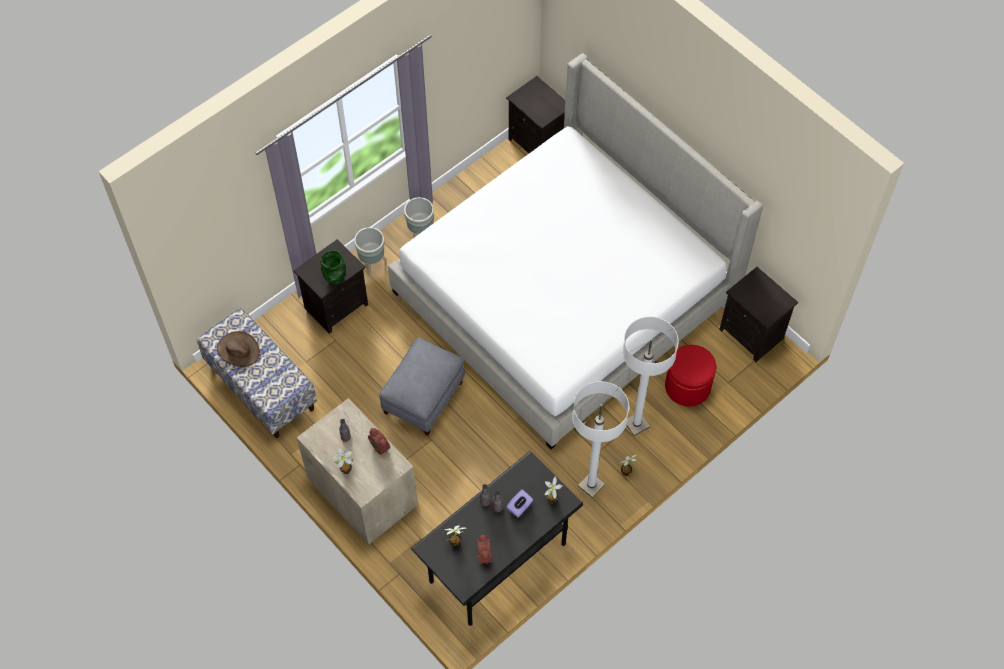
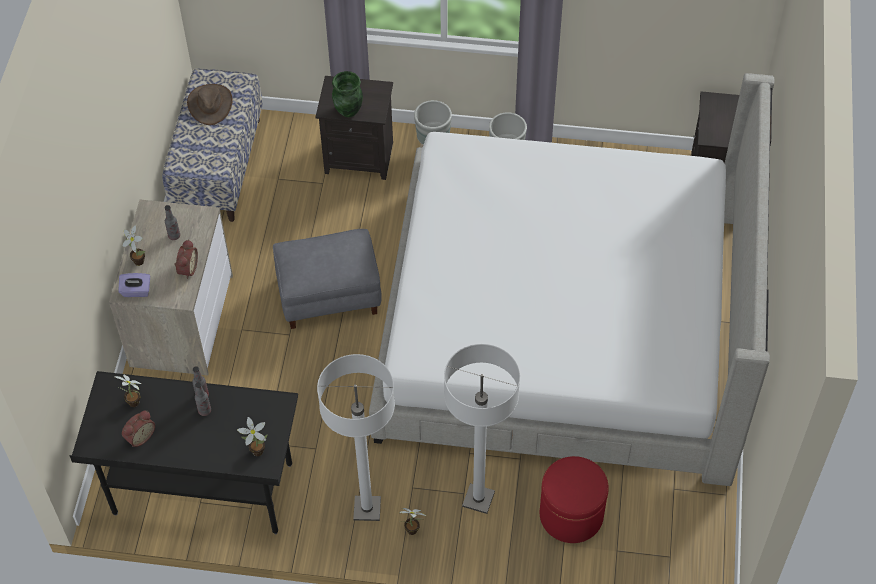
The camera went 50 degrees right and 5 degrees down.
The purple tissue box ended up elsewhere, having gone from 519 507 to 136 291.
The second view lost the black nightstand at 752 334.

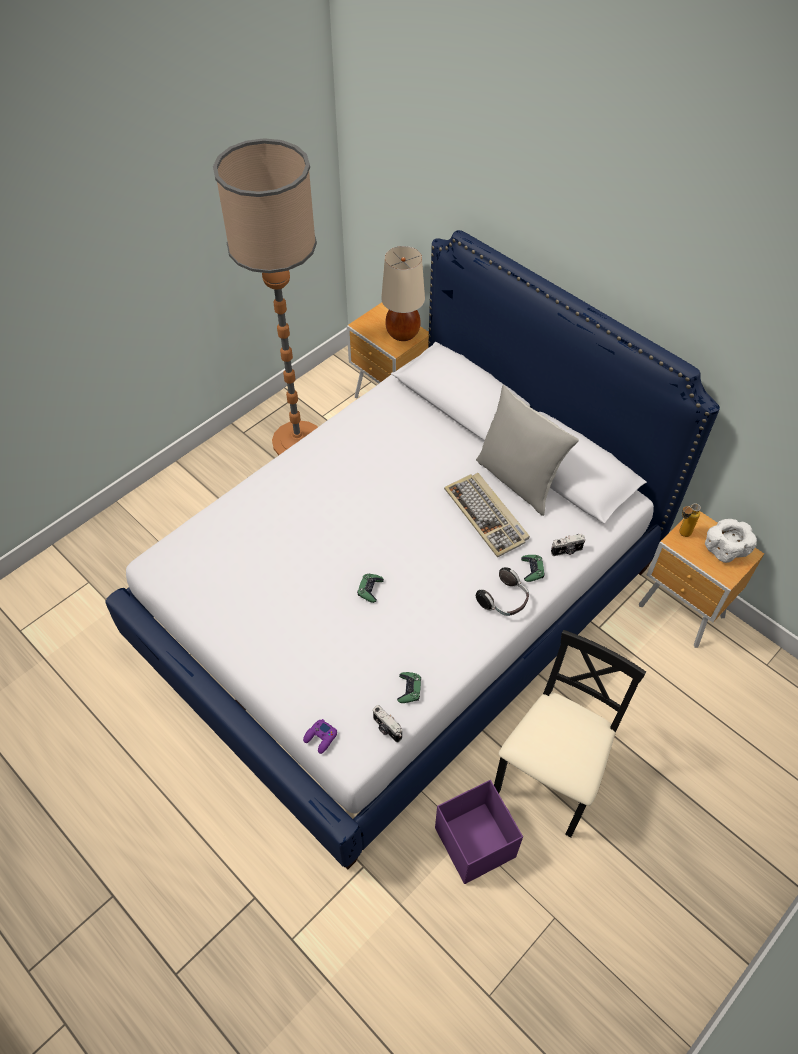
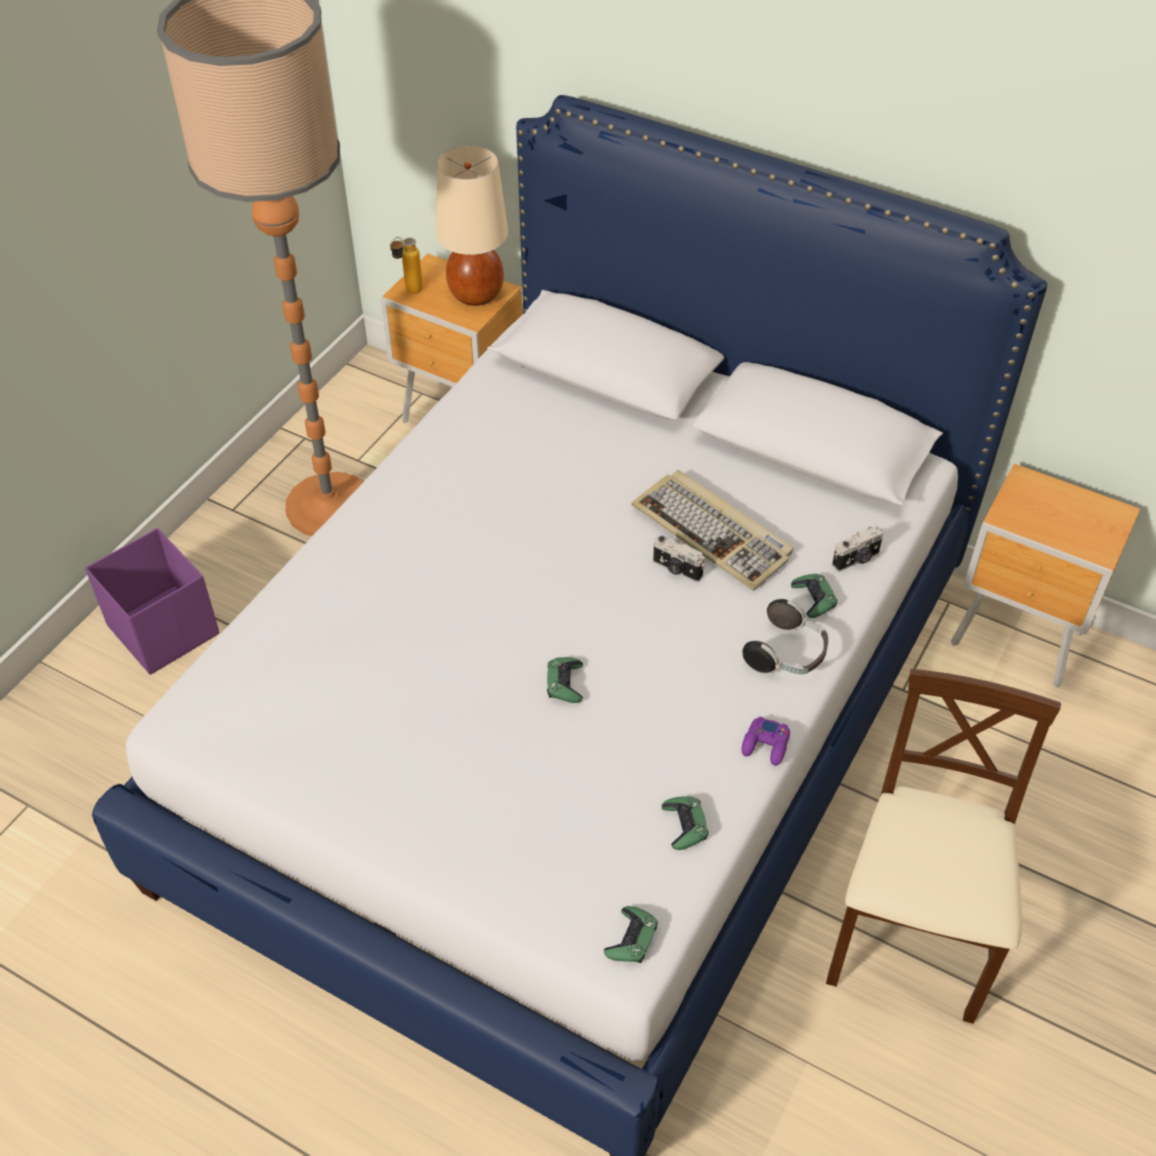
The camera went 15 degrees left and 5 degrees down.
The purple storage box ended up elsewhere, having gone from 475 841 to 163 629.
The bottle ended up elsewhere, having gone from 681 534 to 408 292.
The second view gained the green game controller at 631 939.
The photo camera ended up elsewhere, having gone from 386 729 to 676 570.
The purple game controller ended up elsewhere, having gone from 320 738 to 766 745.
What was the black chair at 550 779 turned into the beige chair at 910 940.
The second view lost the grey pillow at 518 480.
The second view lost the white bowl at 725 548.

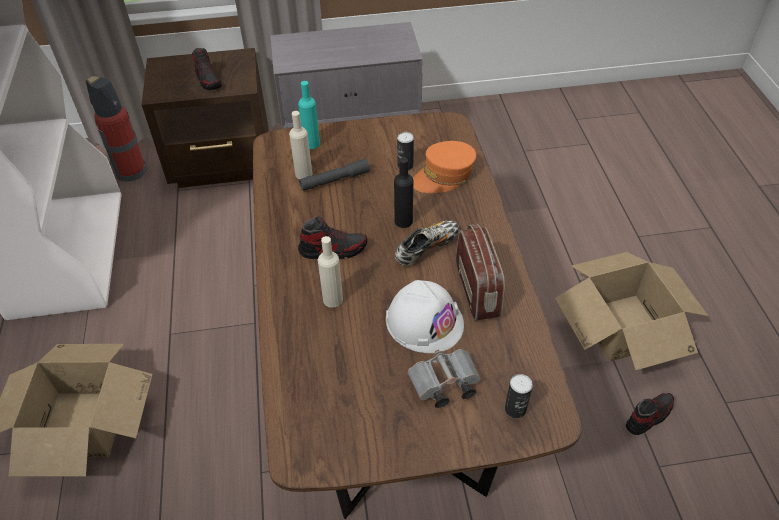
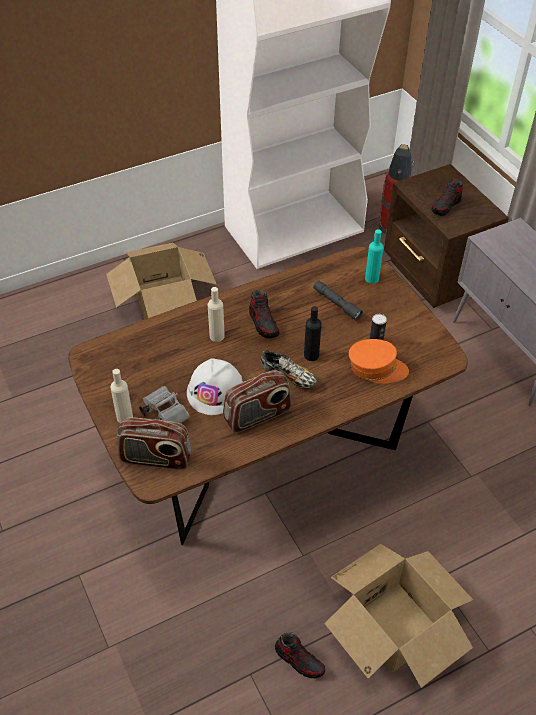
The camera went 70 degrees right and 0 degrees up.
The beige bottle ended up elsewhere, having gone from 303 174 to 124 417.
Where the can stood at 515 409, the radio came to stand at 156 458.
The orange cap at 444 176 ended up facing another way, 150 degrees clockwise from before.

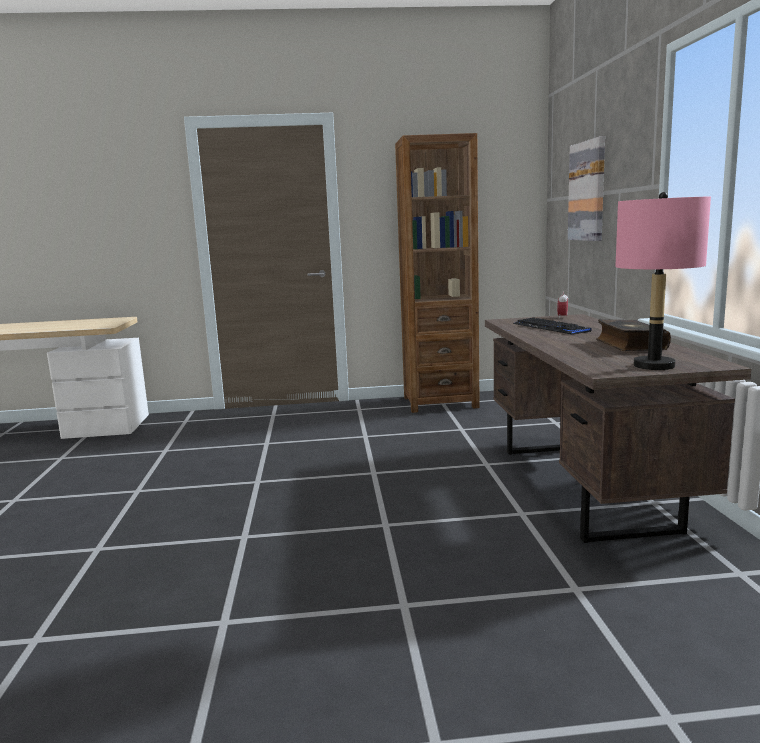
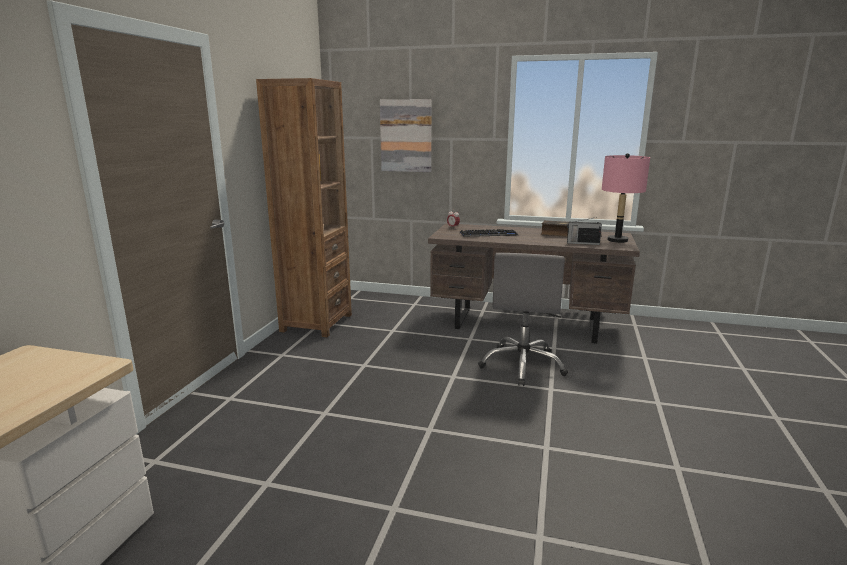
The camera went 70 degrees left and 5 degrees up.
The second view gained the grey office chair at 523 365.
The second view gained the radio at 582 243.

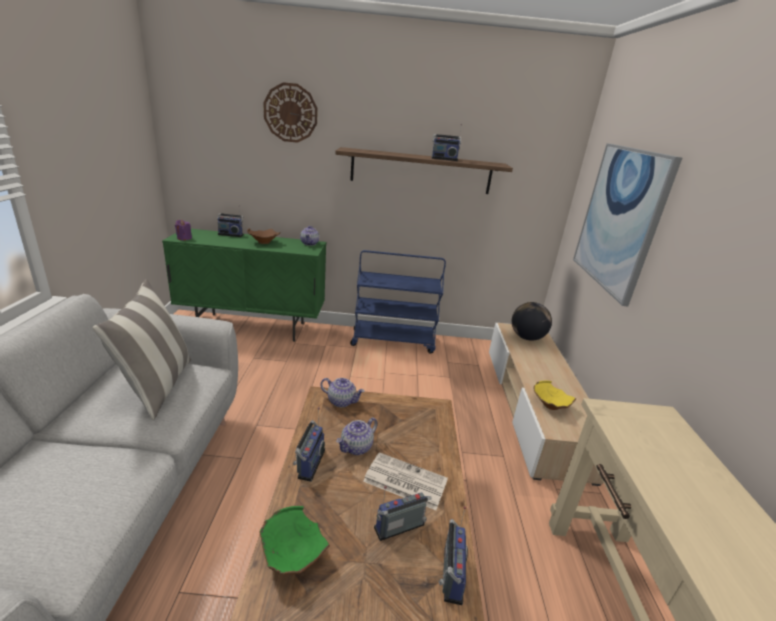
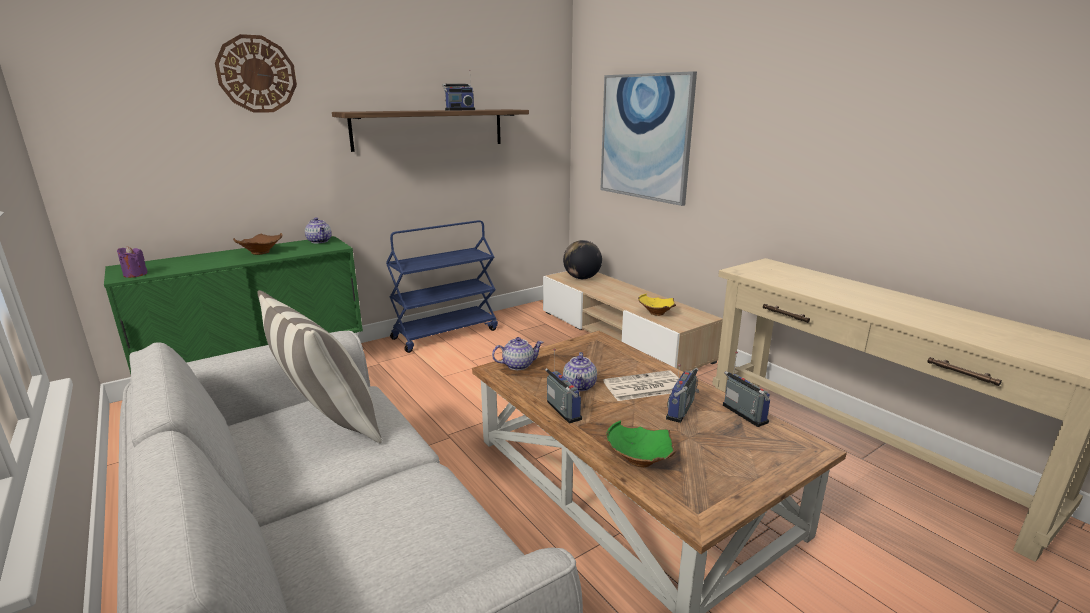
The camera went 35 degrees left and 5 degrees down.
The second view lost the radio at 231 234.

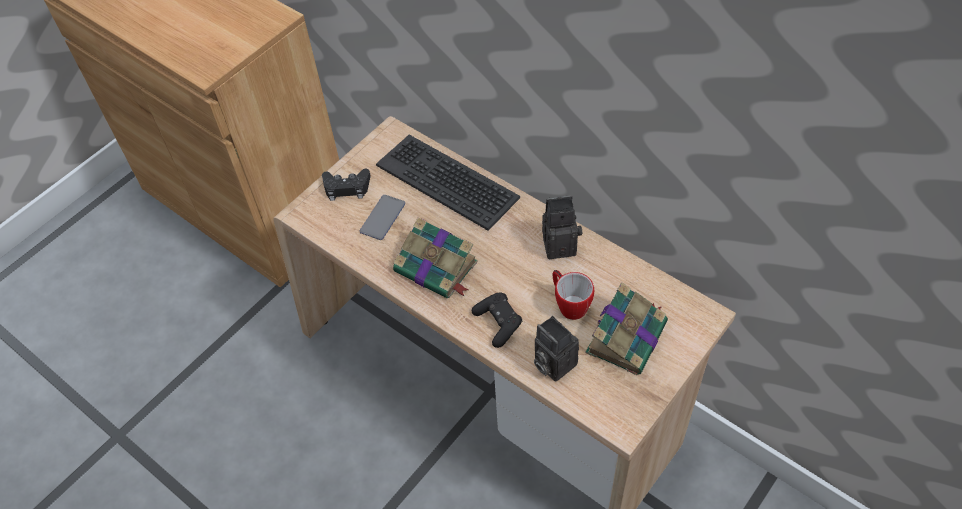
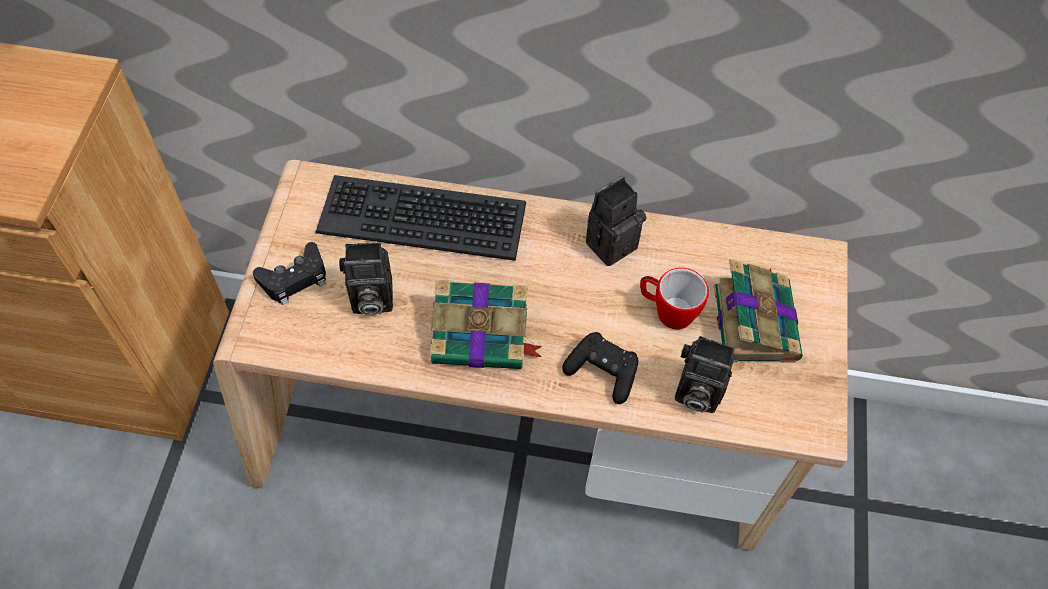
The camera went 35 degrees left and 5 degrees up.
Where the phone stood at 383 218, the photo camera came to stand at 369 299.

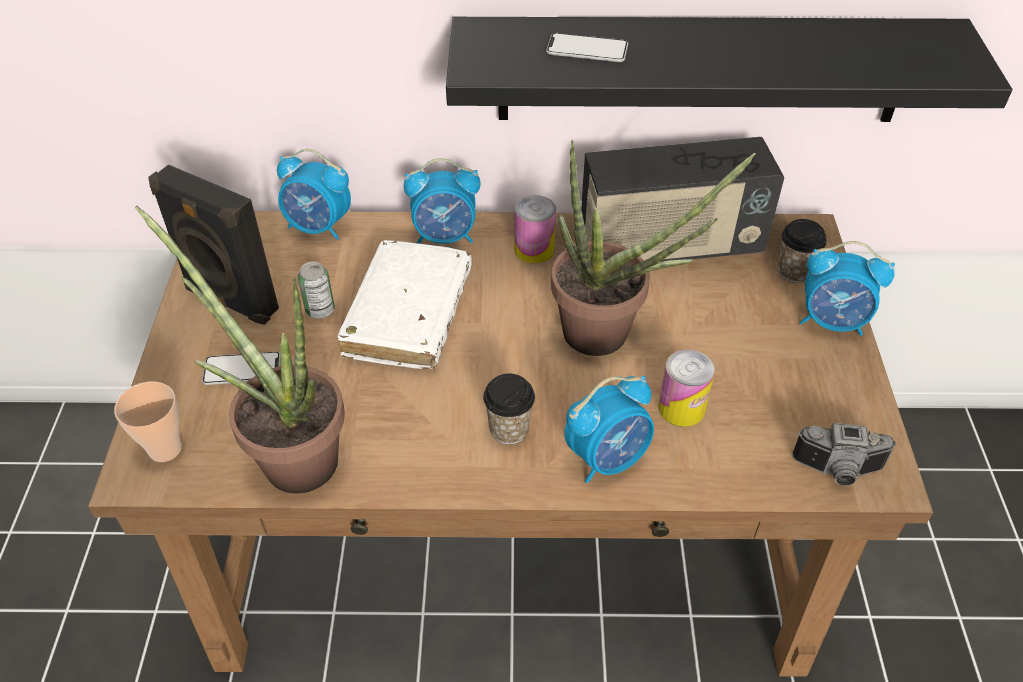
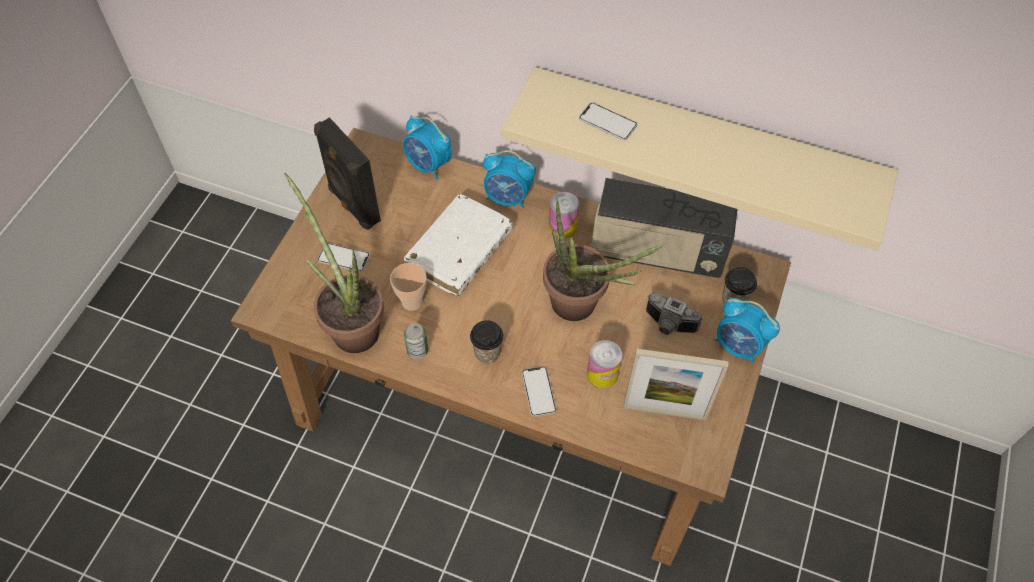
The camera went 20 degrees right and 10 degrees up.
The cup ended up elsewhere, having gone from 165 449 to 412 302.
The can ended up elsewhere, having gone from 320 310 to 417 351.
What was the black shelf at 701 70 turned into the beige shelf at 702 145.
Where the alarm clock stood at 607 458, the phone came to stand at 538 392.
The second view gained the picture frame at 664 412.
The photo camera ended up elsewhere, having gone from 838 472 to 668 326.

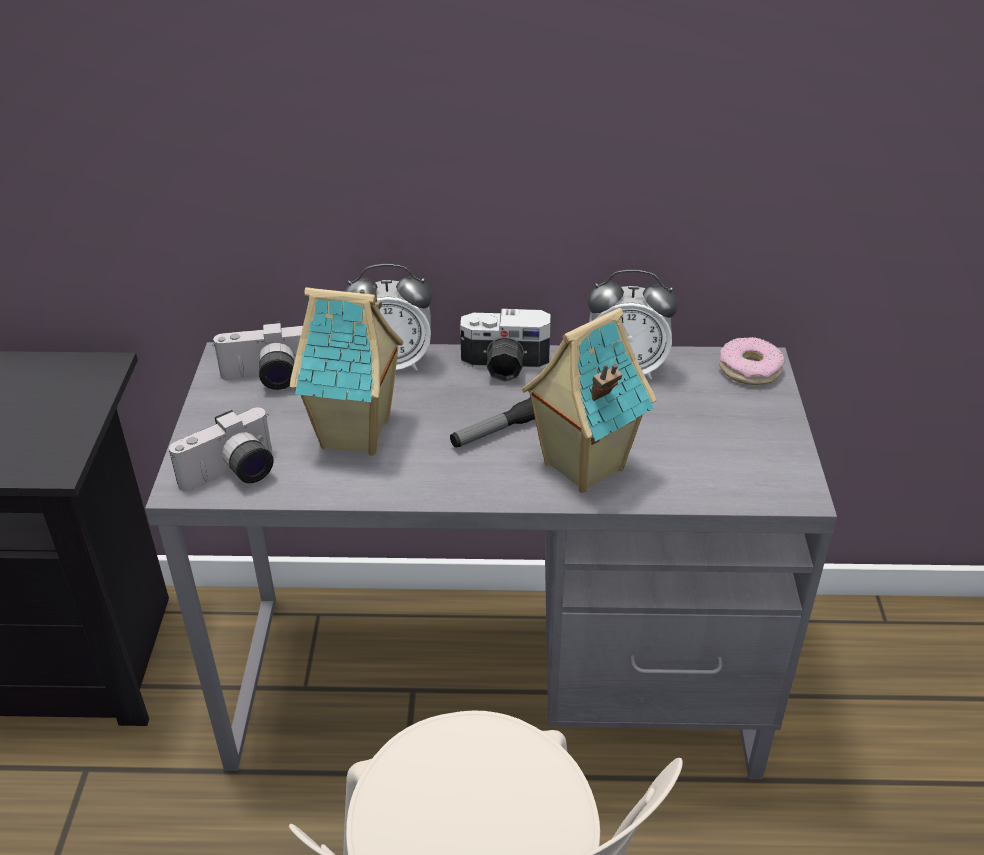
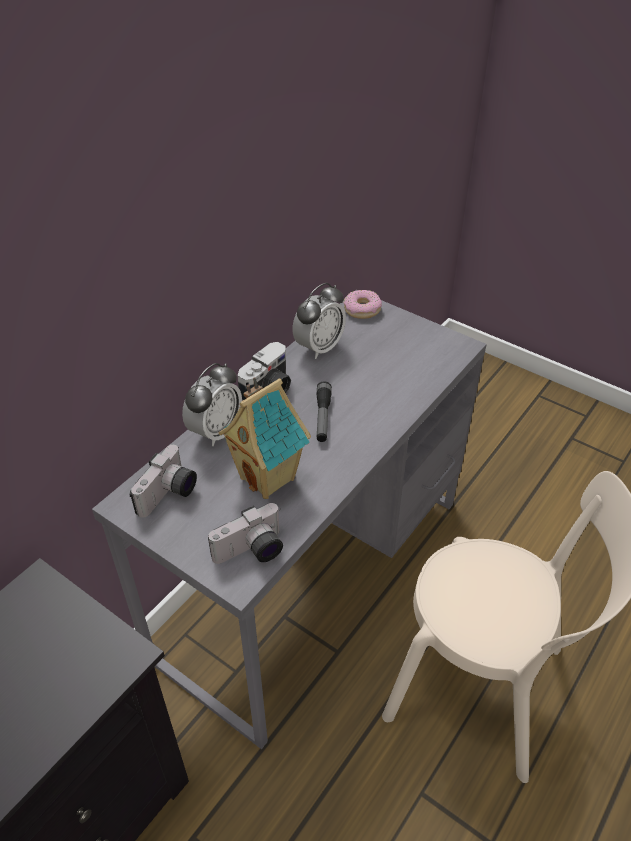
The camera went 55 degrees left and 5 degrees up.
The photo camera at 233 475 ended up facing another way, 60 degrees clockwise from before.
The second view lost the toy house at 581 467.

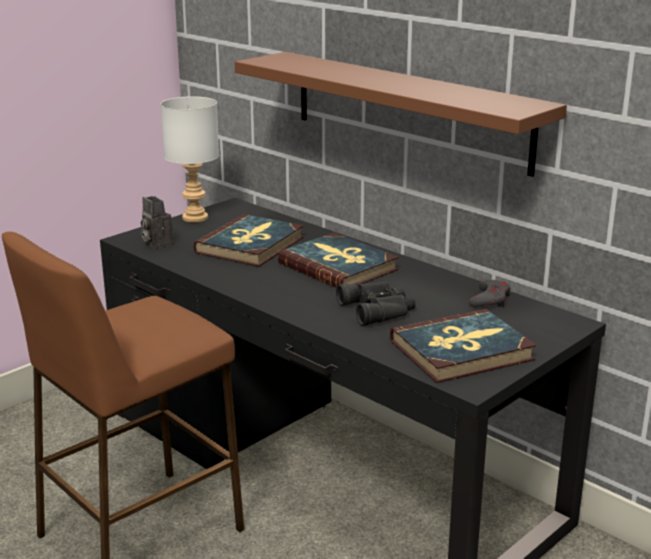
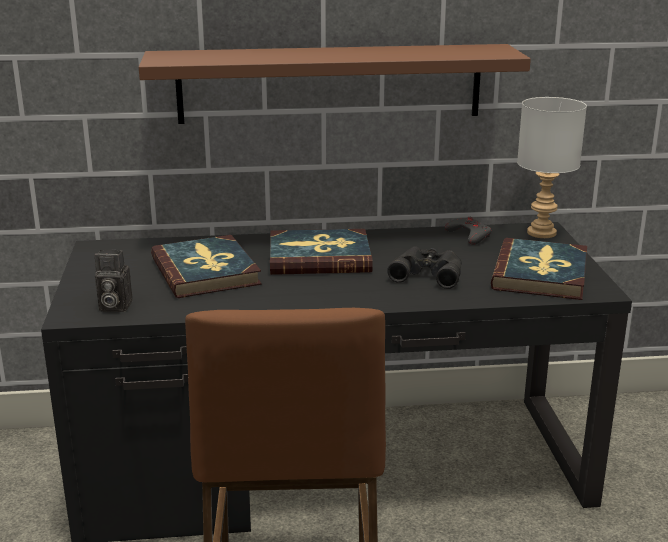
The camera went 50 degrees left and 0 degrees up.
The grey table lamp ended up elsewhere, having gone from 194 218 to 542 233.

